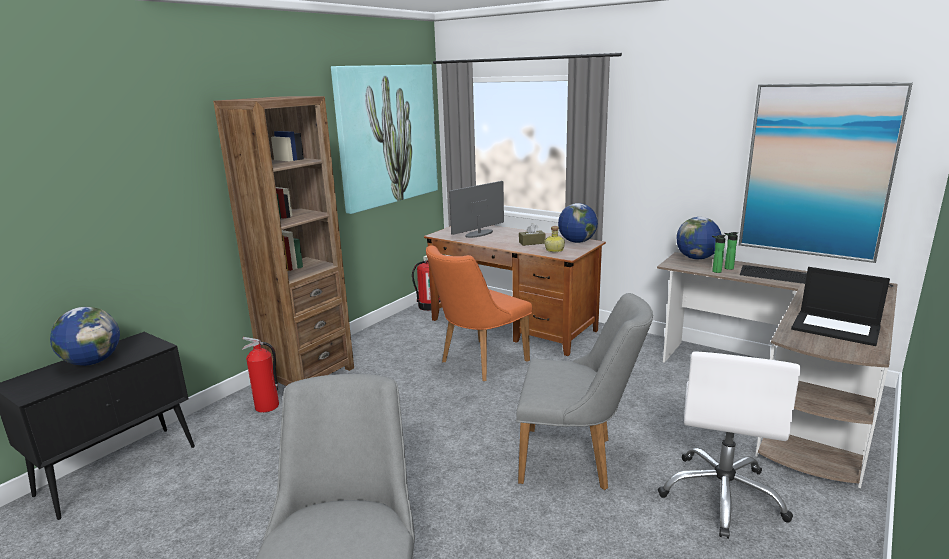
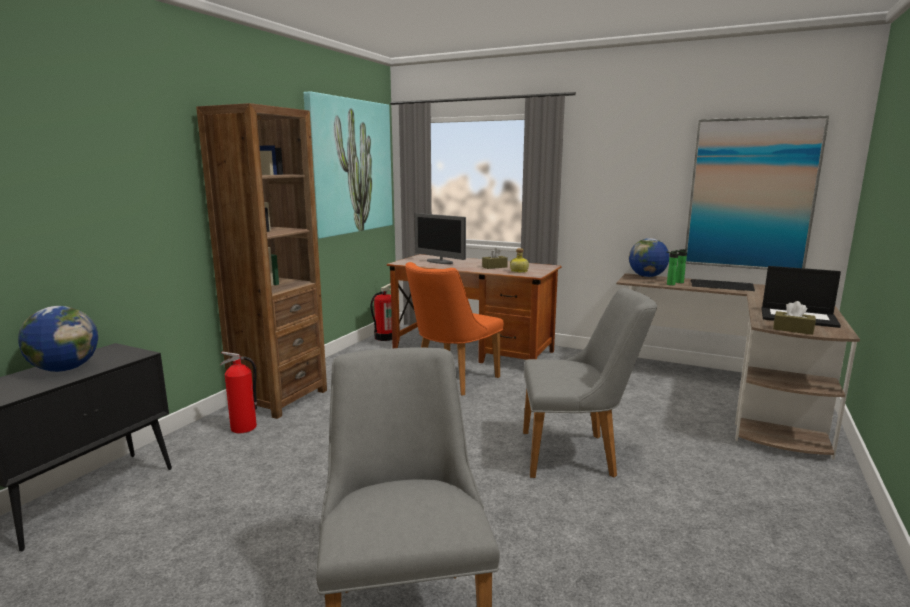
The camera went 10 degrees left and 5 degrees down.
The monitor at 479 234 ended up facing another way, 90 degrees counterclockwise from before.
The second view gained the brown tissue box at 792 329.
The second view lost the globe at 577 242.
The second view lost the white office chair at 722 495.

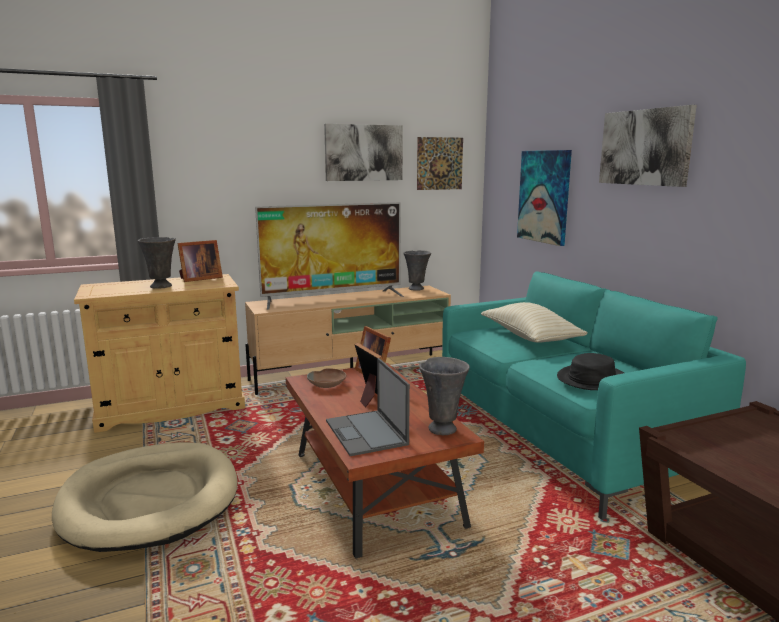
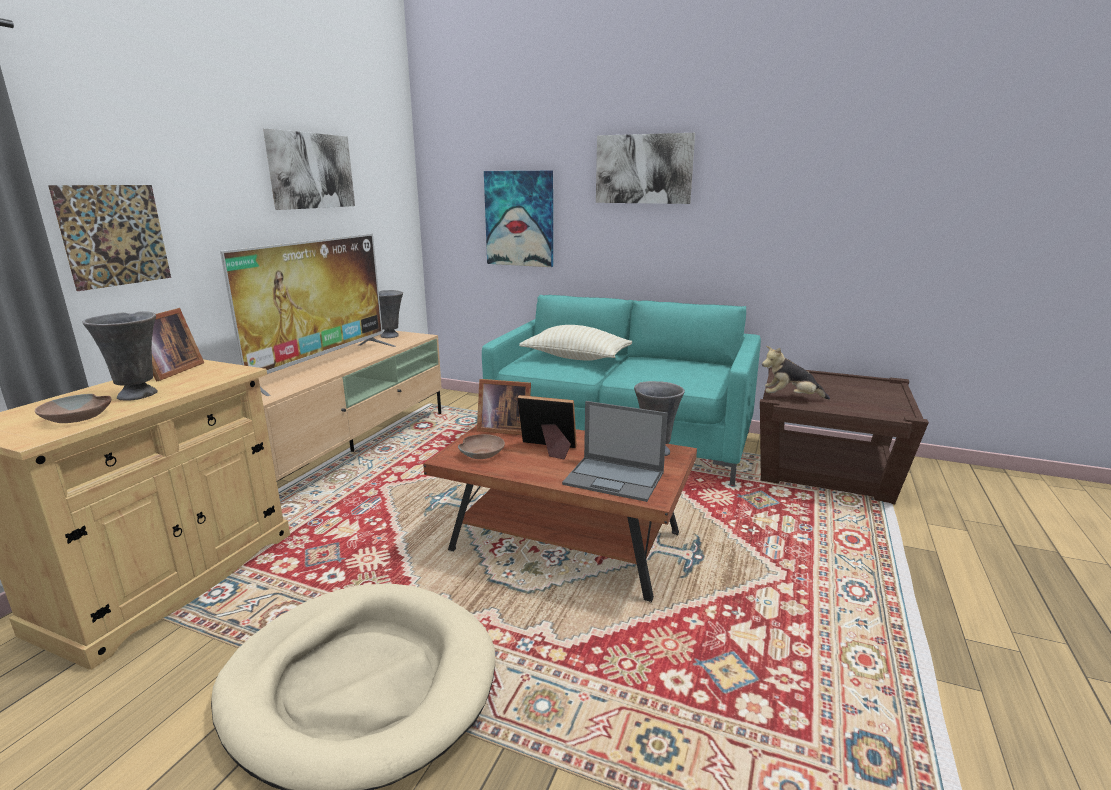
The camera went 45 degrees left and 5 degrees up.
The second view gained the brown bowl at 78 417.
The picture ended up elsewhere, having gone from 439 163 to 114 235.
The second view gained the plush toy at 790 398.
The second view lost the black hat at 591 378.

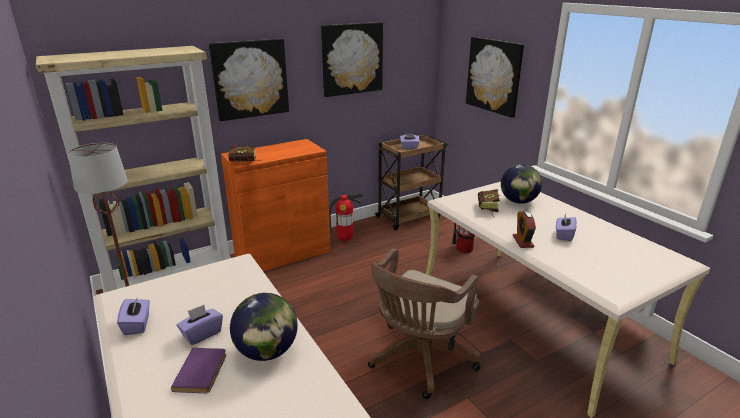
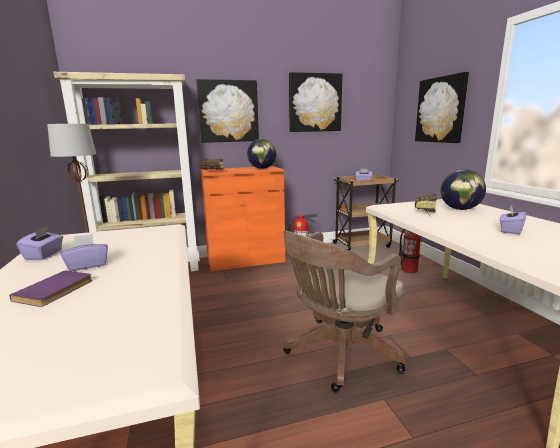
The camera went 15 degrees right and 10 degrees down.
The globe ended up elsewhere, having gone from 267 352 to 262 168.
The second view lost the alarm clock at 523 241.

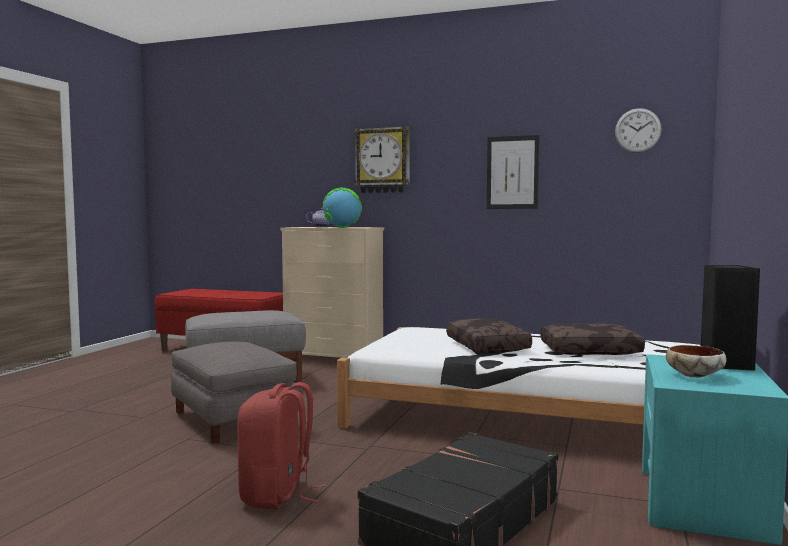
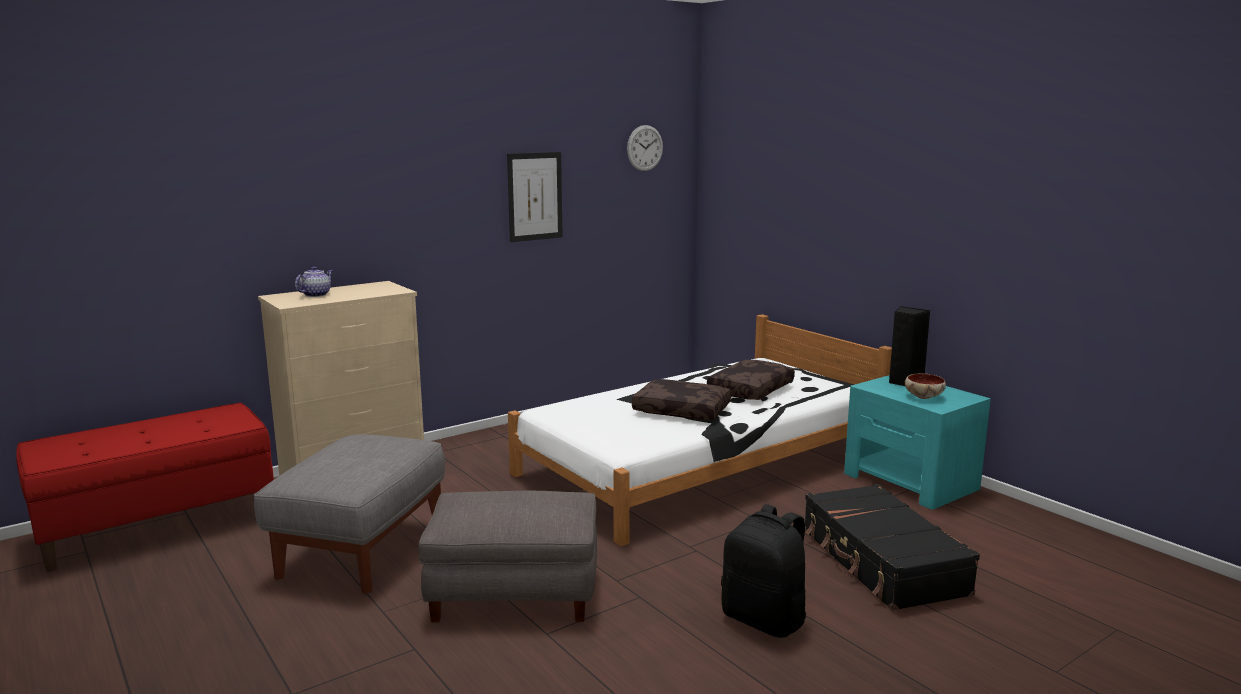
The camera went 55 degrees left and 10 degrees up.
What was the red backpack at 277 495 turned into the black backpack at 765 619.
The second view lost the globe at 341 227.
The second view lost the wall clock at 383 160.

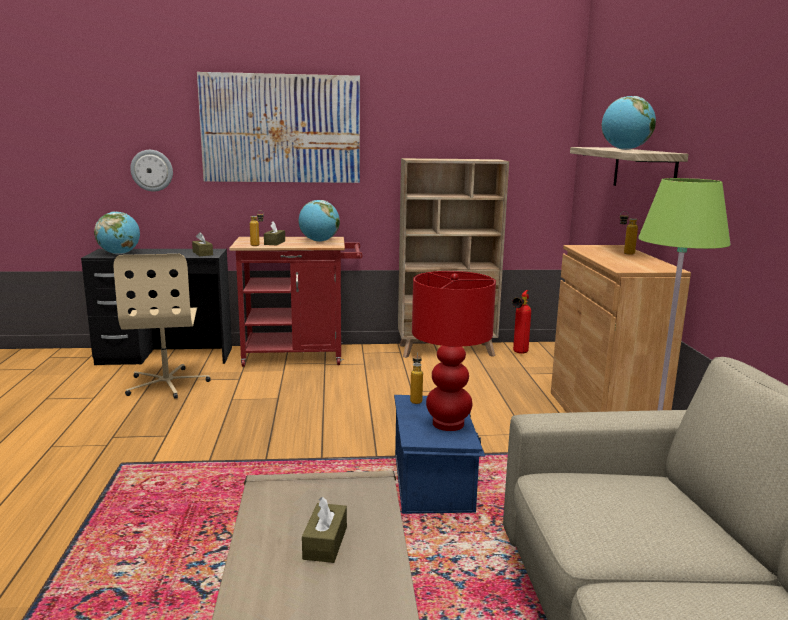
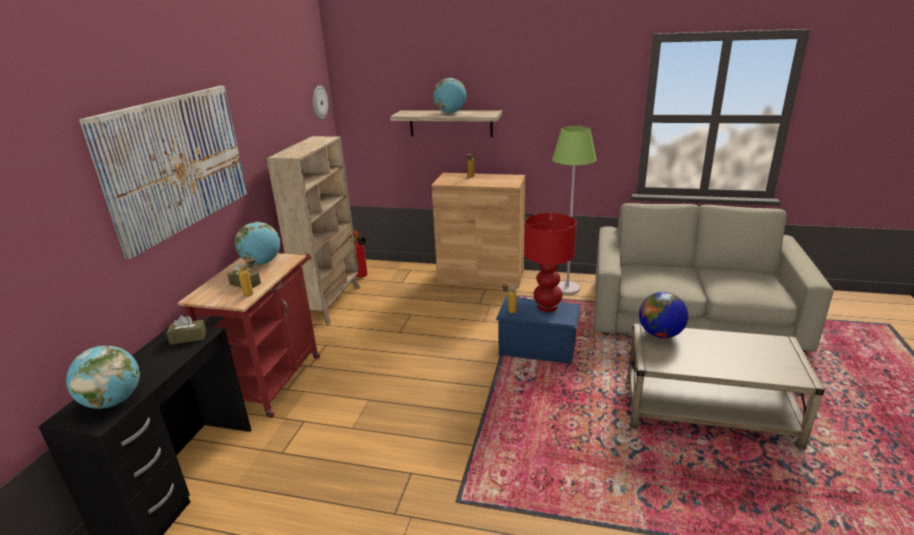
The camera went 70 degrees left and 10 degrees up.
The wall clock ended up elsewhere, having gone from 152 170 to 319 102.
The second view gained the globe at 660 334.
The second view lost the beige office chair at 167 384.
The second view lost the brown tissue box at 325 543.

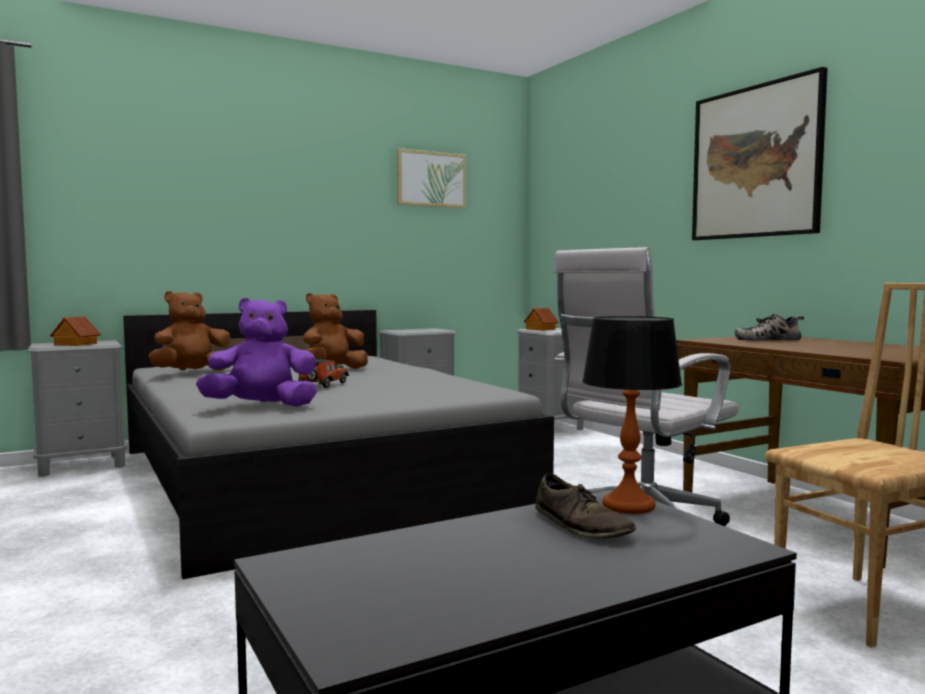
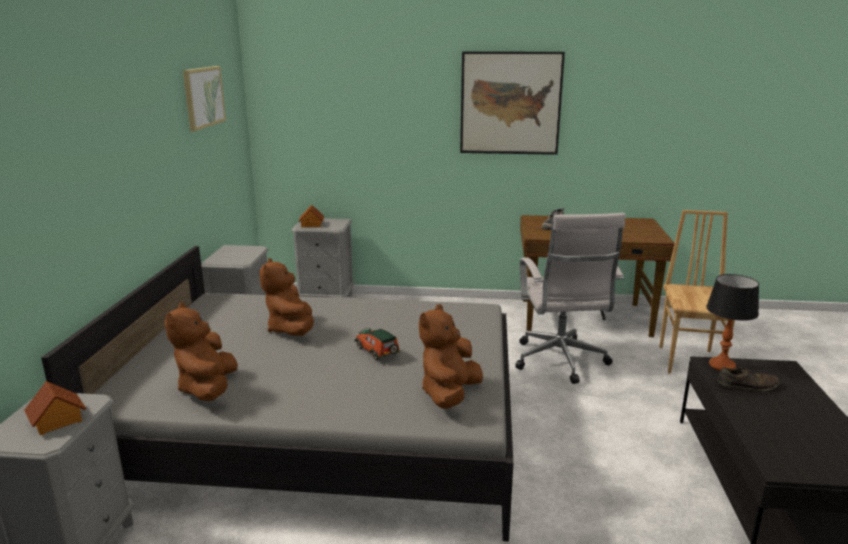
The camera went 55 degrees left and 15 degrees up.
What was the purple plush toy at 262 407 turned into the brown plush toy at 449 394.

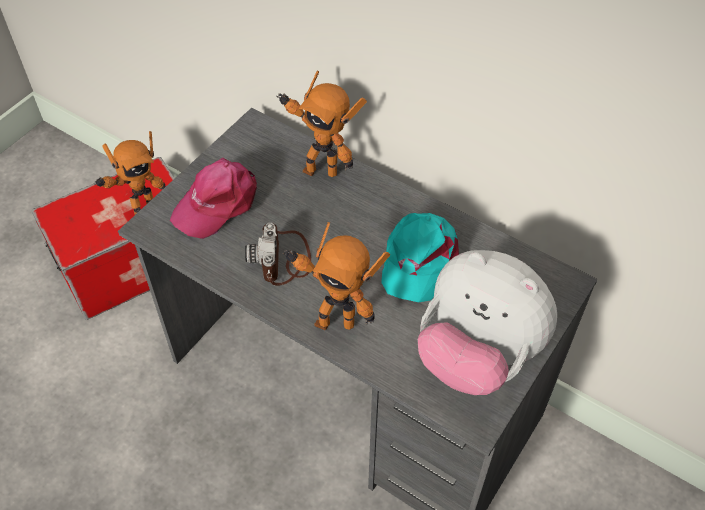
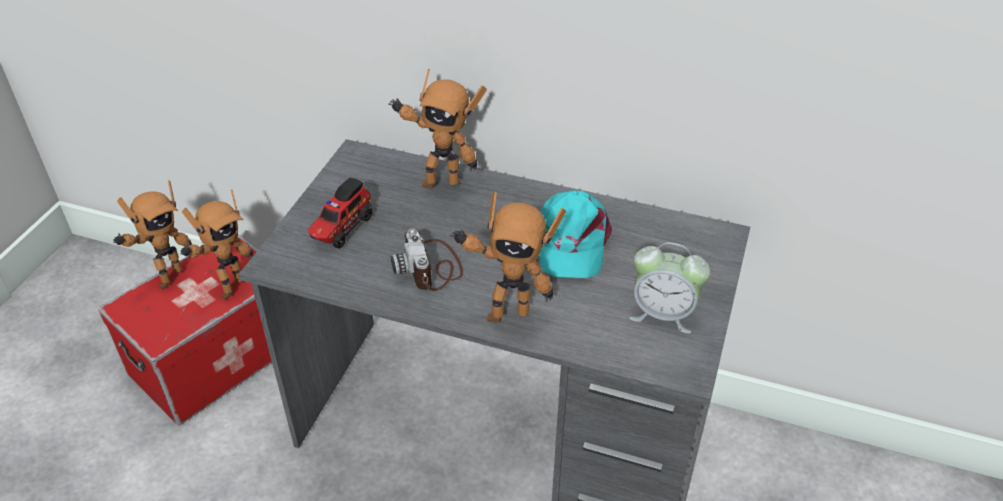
The camera went 15 degrees left and 10 degrees down.
The second view gained the toy robot at 167 277.
Where the pink cap stood at 217 203, the toy truck came to stand at 341 229.
Where the plush toy stood at 477 355, the alarm clock came to stand at 663 314.

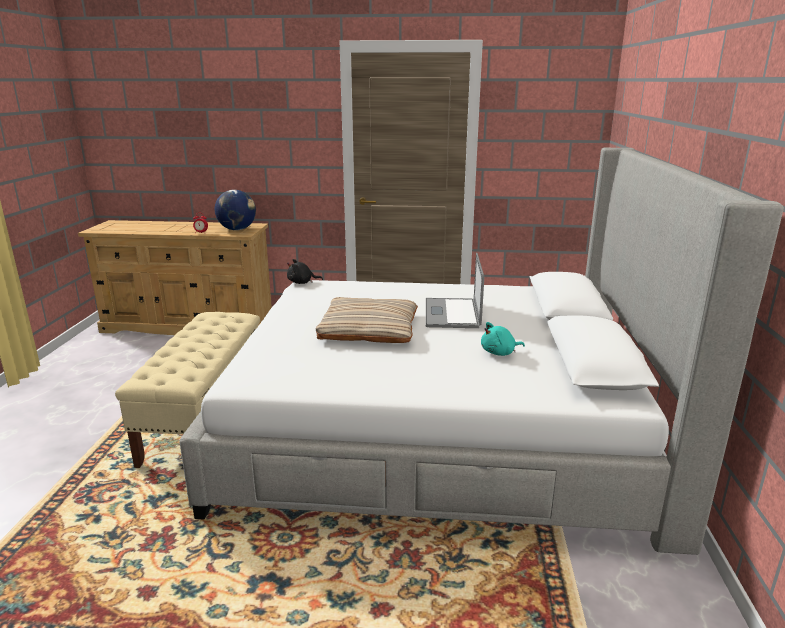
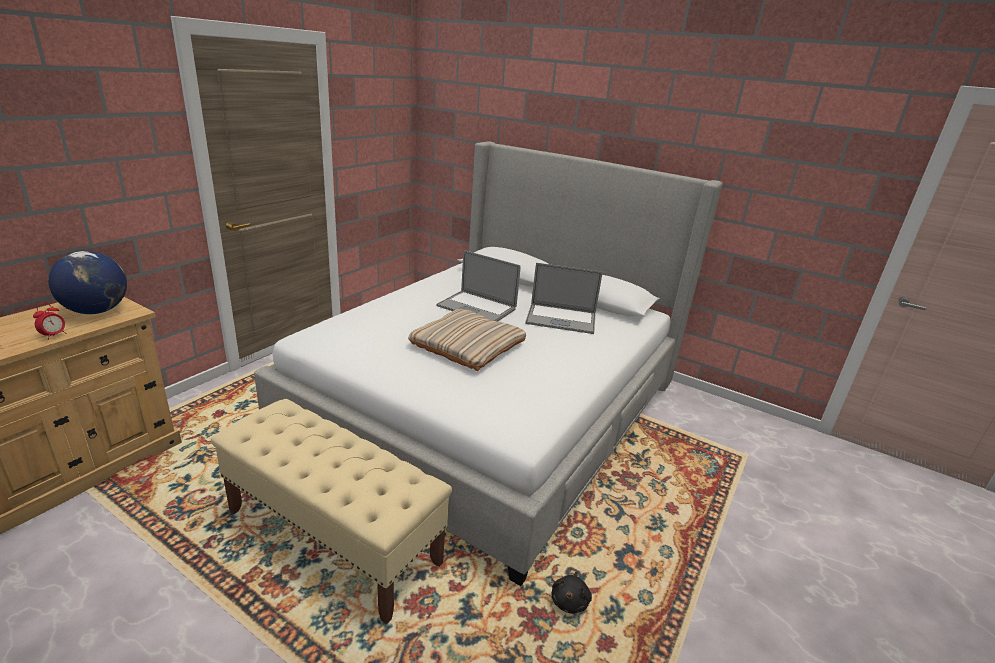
The camera went 65 degrees left and 5 degrees up.
Where the turquoise plush toy stood at 499 353, the laptop came to stand at 561 319.
The black plush toy ended up elsewhere, having gone from 302 282 to 570 600.

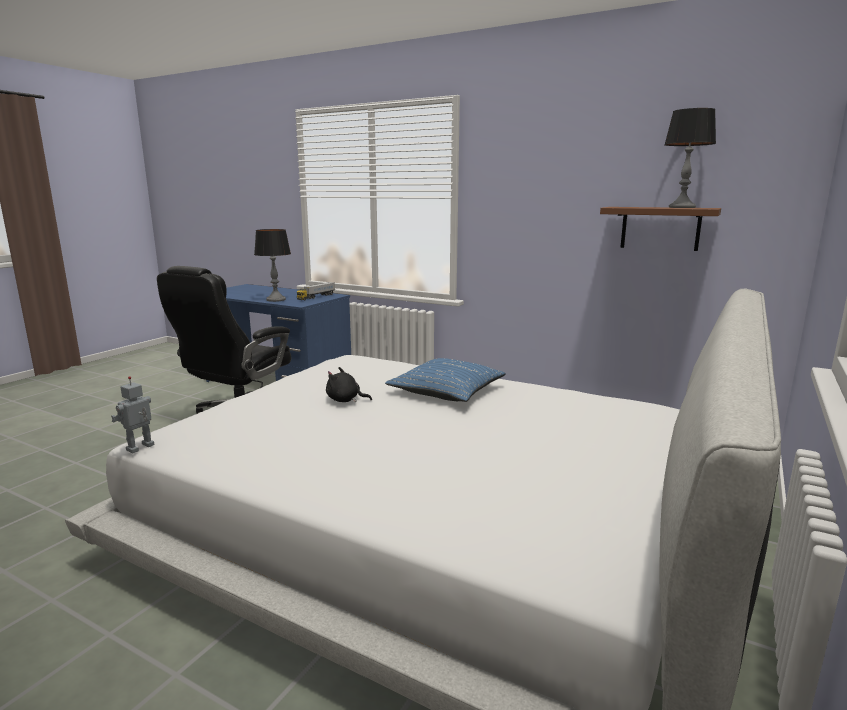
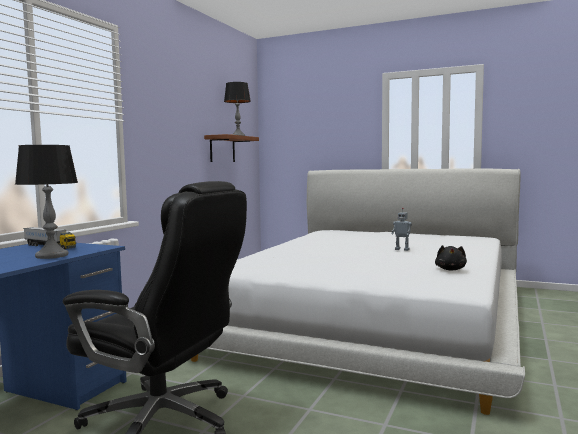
The camera went 95 degrees left and 10 degrees down.
The toy robot ended up elsewhere, having gone from 141 448 to 402 249.
The black plush toy ended up elsewhere, having gone from 345 400 to 450 269.
The second view lost the blue pillow at 447 391.

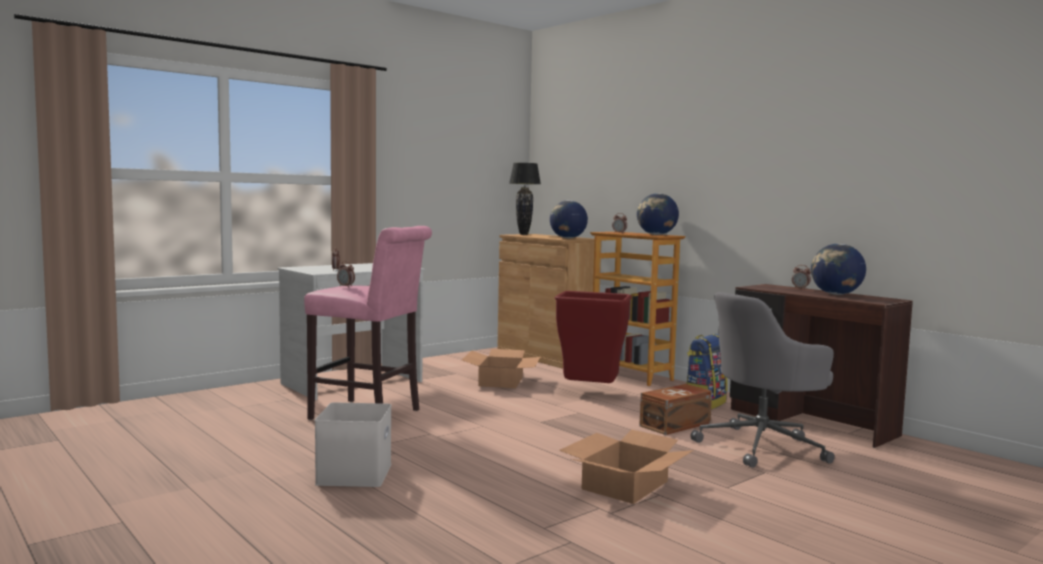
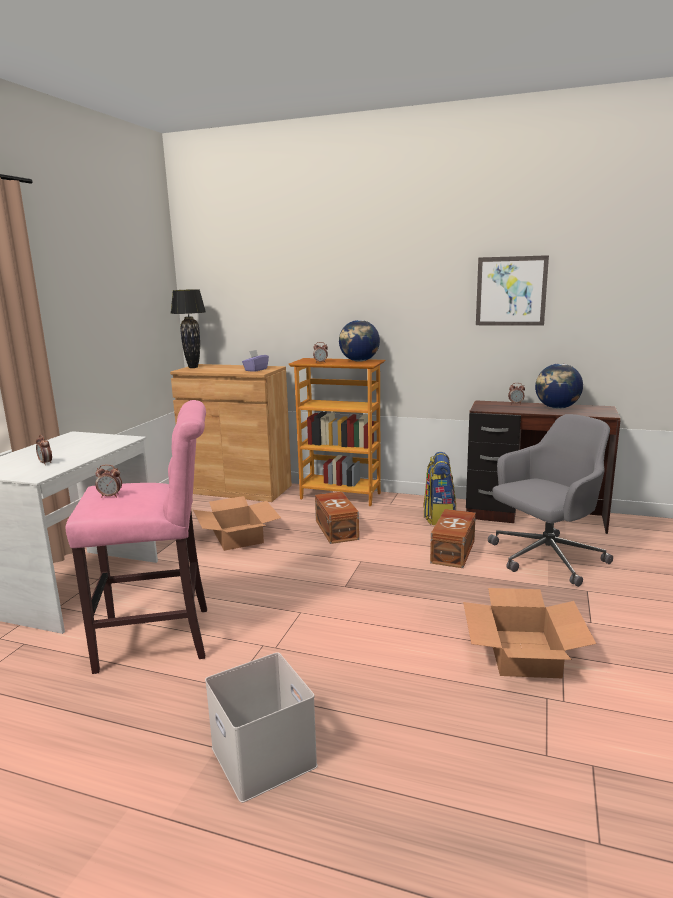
The camera went 30 degrees left and 10 degrees up.
Where the globe stood at 567 238, the purple tissue box came to stand at 255 370.
Where the red trash can stood at 591 393, the brown storage box came to stand at 337 529.
The second view gained the picture at 511 291.
The grey office chair at 762 447 ended up facing another way, 150 degrees counterclockwise from before.

